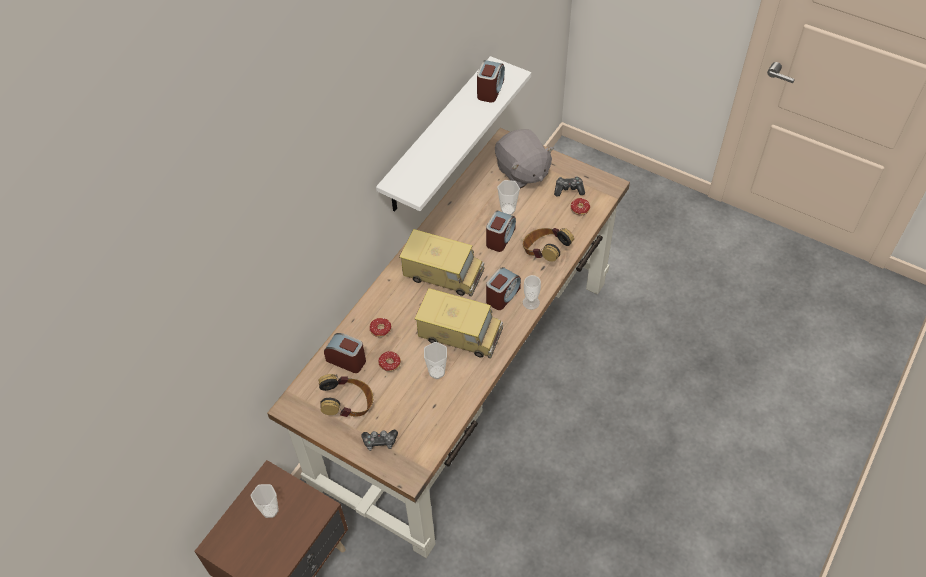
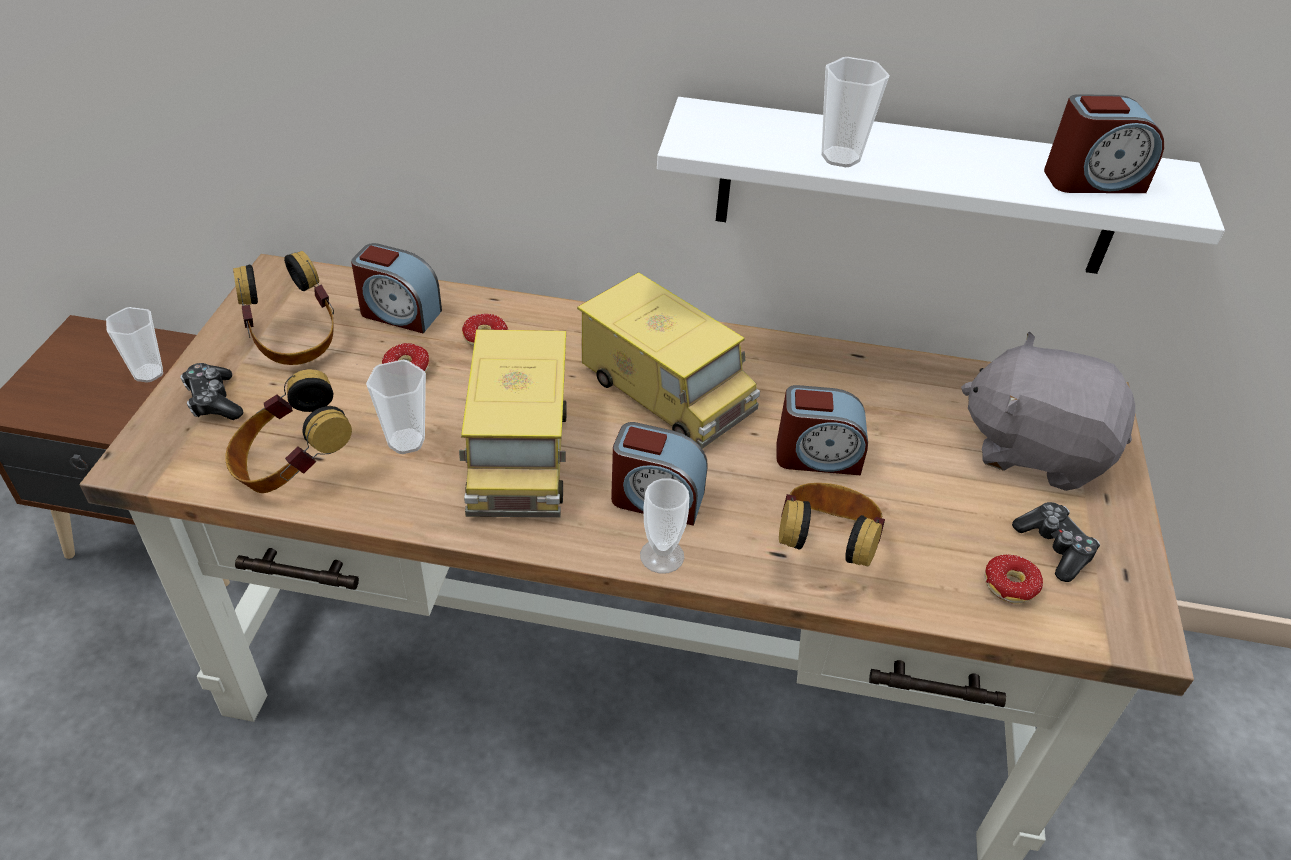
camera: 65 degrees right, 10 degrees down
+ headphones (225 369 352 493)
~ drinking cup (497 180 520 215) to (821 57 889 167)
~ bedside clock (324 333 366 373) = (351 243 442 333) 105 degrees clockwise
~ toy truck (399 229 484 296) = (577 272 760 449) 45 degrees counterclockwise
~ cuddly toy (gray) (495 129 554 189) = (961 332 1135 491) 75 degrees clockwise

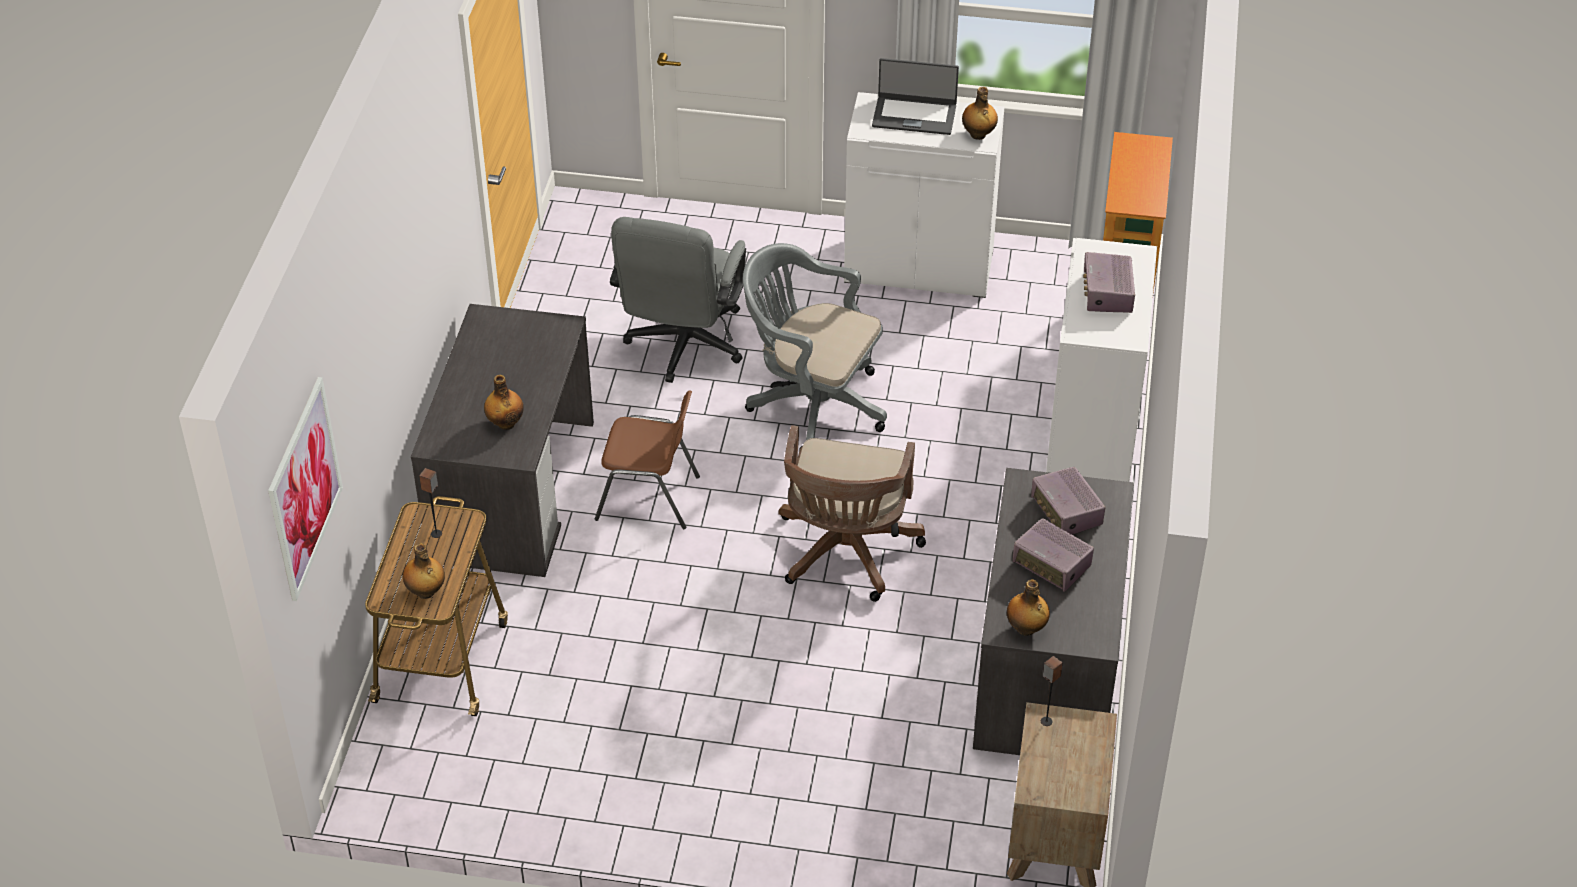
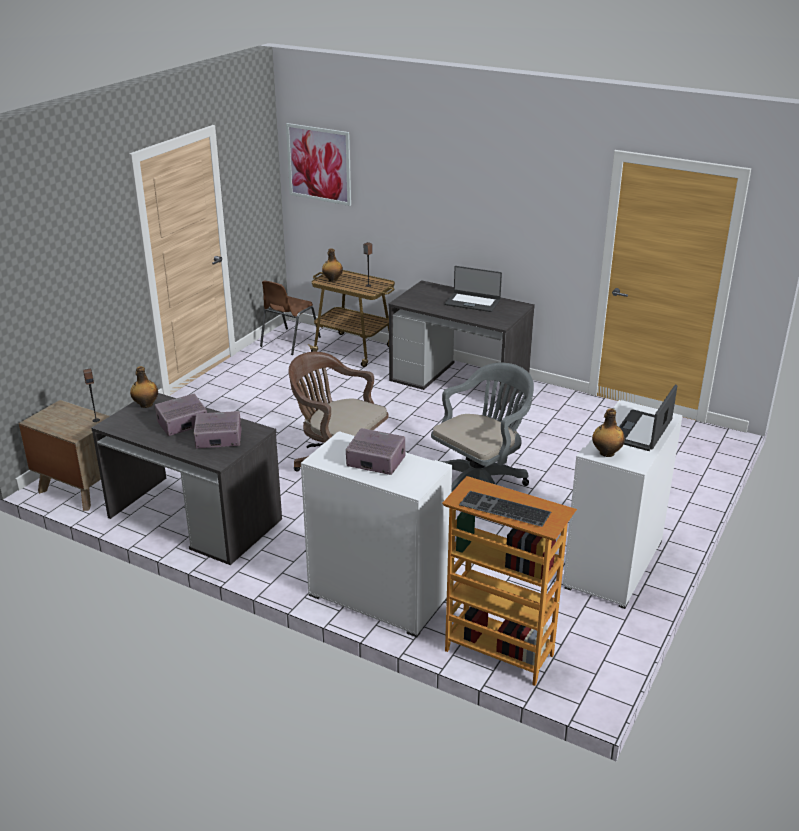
camera: 110 degrees right, 15 degrees down
- bottle (484 375 524 430)
- computer chair (gray) (610 217 746 383)
+ laptop (445 266 502 312)
+ PC keyboard (459 491 551 527)
~ upright chair (brownish) (595 390 700 529) to (260 281 321 355)

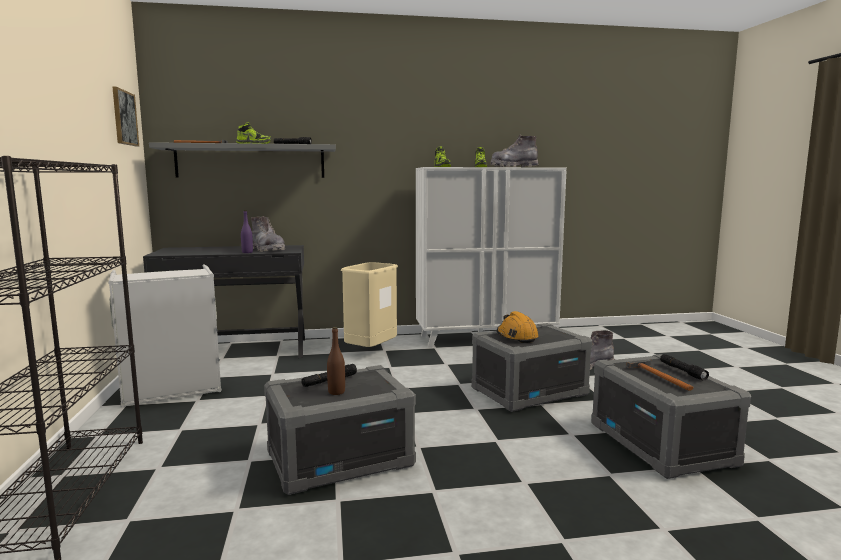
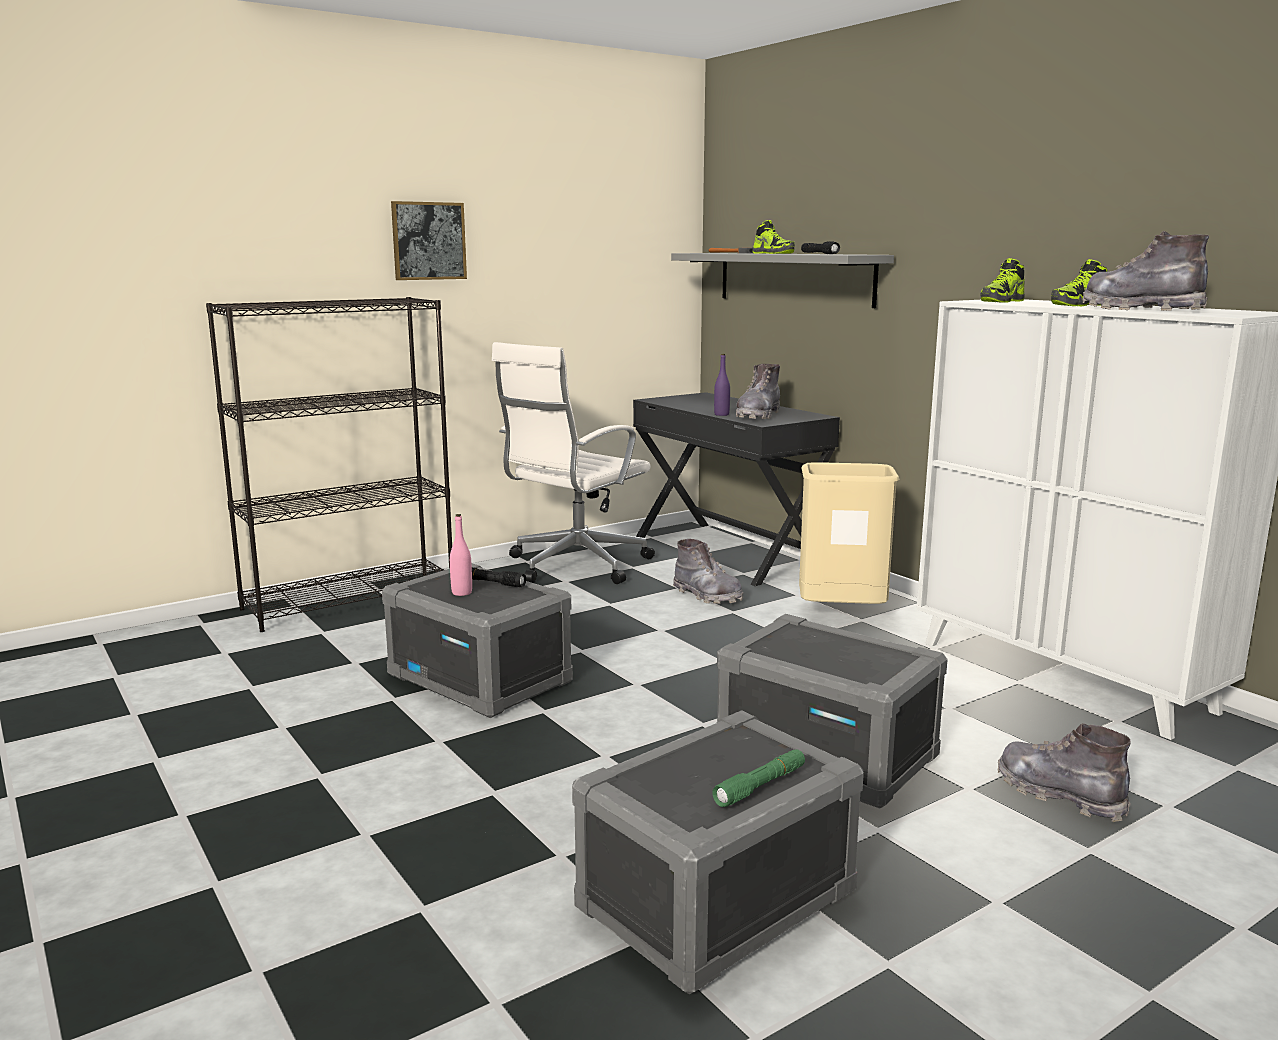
camera: 65 degrees right, 5 degrees up
- hard hat (orange-coloured) (497 311 539 343)
- tool hammer (627 360 694 391)
+ tall boot (gray) (673 539 743 604)
~ wall art (112 87 139 146) to (391 201 467 280)
~ laundry basket (gray) (108 264 222 408) to computer chair (white) (492 342 655 584)
~ bottle (brownish) (327 327 345 395) to bottle (pink) (450 514 472 596)
~ hand torch (black-coloured) (660 354 709 380) to hand torch (greenish) (712 750 805 807)

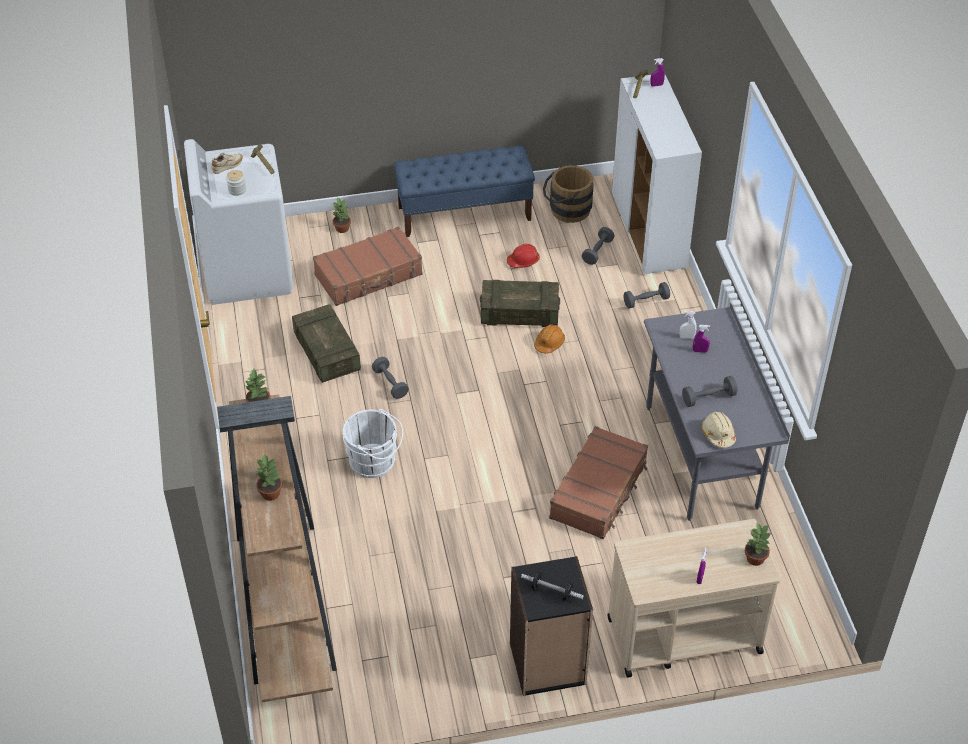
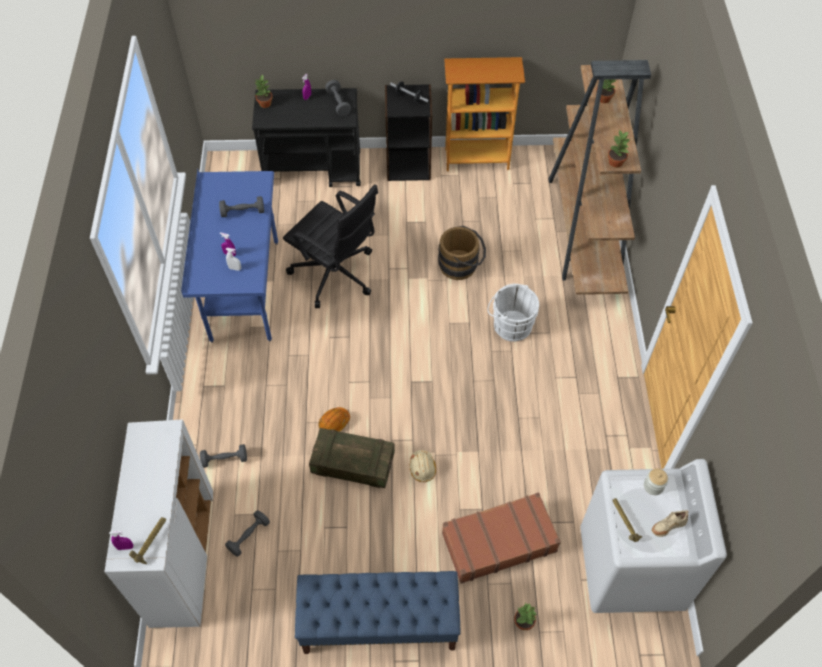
camera: 170 degrees left, 10 degrees up
- packing crate (292 304 361 383)
- hard hat (red-coloured) (507 244 540 268)
+ bookshelf (444 57 525 171)
~ free weight (gray) (372 357 409 399) to (325 80 351 116)
~ water bucket (brownish) (543 165 594 223) to (438 226 486 280)
~ hard hat (beige-coloured) (701 412 736 448) to (410 450 436 482)
~ travel case (brownish) (549 426 648 539) to computer chair (black-coloured) (283 184 378 308)
~ wheeled cart (beige-coloured) (608 519 780 678) to wheeled cart (black-coloured) (252 88 361 187)
~ desk table (gray) (644 303 790 521) to desk table (bluish) (181 169 278 343)

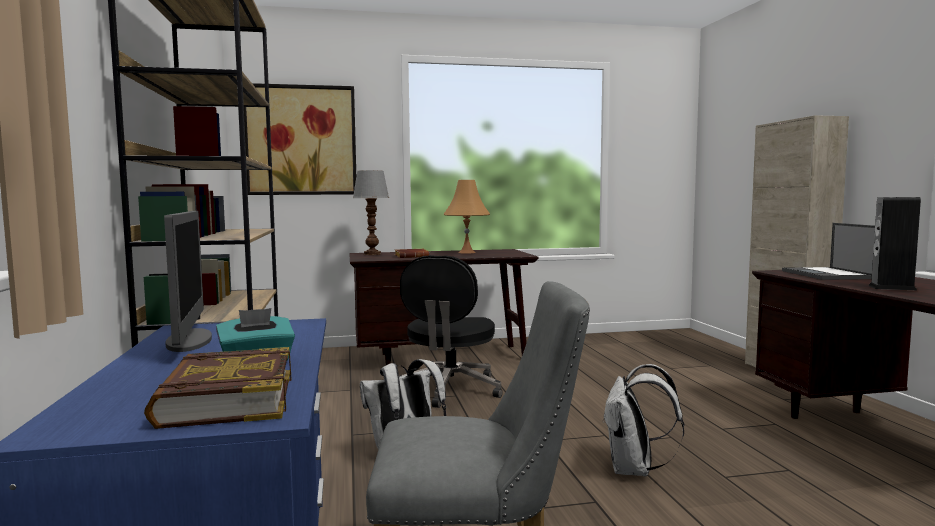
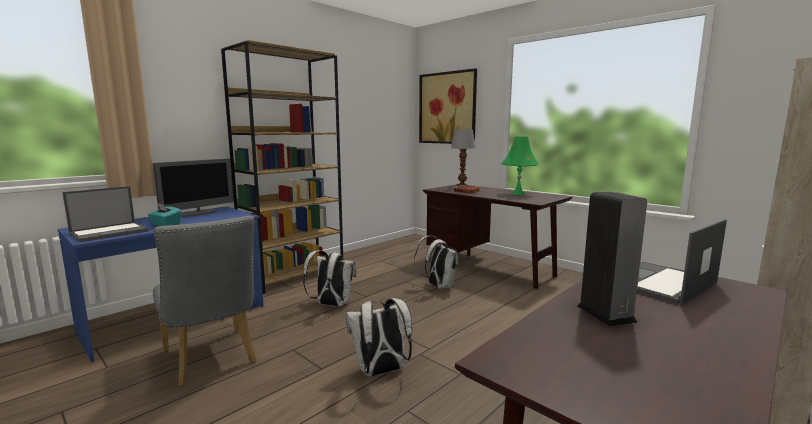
camera: 55 degrees right, 5 degrees up
~ bound book (144 347 291 429) to laptop (62 186 149 242)
~ computer chair (black-coloured) (399 255 503 408) to knapsack (white) (414 236 458 289)
~ tabletop lamp (orange-coloured) (444 180 490 253) to tabletop lamp (greenish) (501 136 539 195)

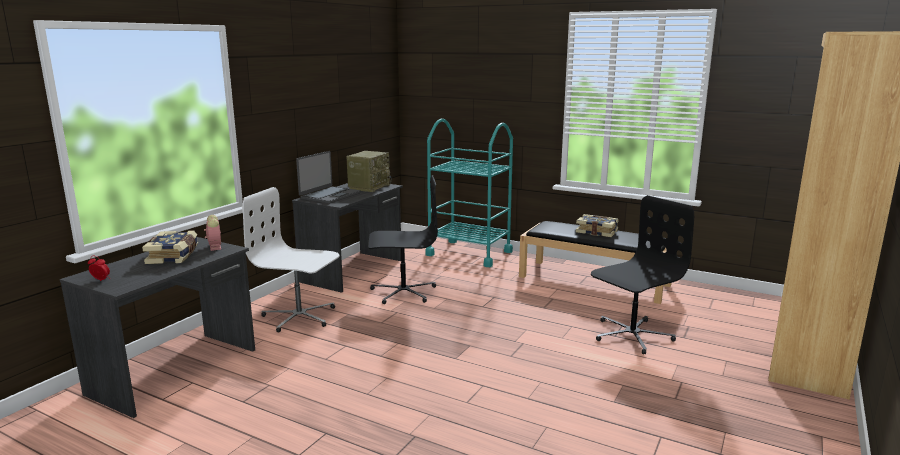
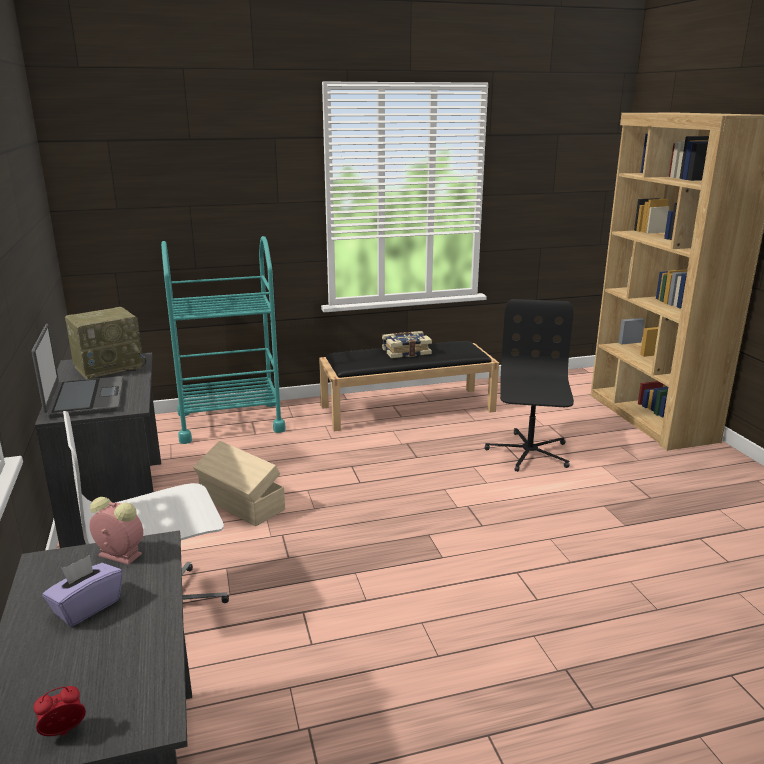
camera: 45 degrees left, 5 degrees up
~ bound book (142 230 198 264) to tissue holder (purple-coloured) (42 555 123 626)
~ computer chair (black-coloured) (369 175 438 304) to storage bin (beige-coloured) (193 441 285 526)
~ radio (346 151 392 192) = (65 307 147 379) 75 degrees clockwise

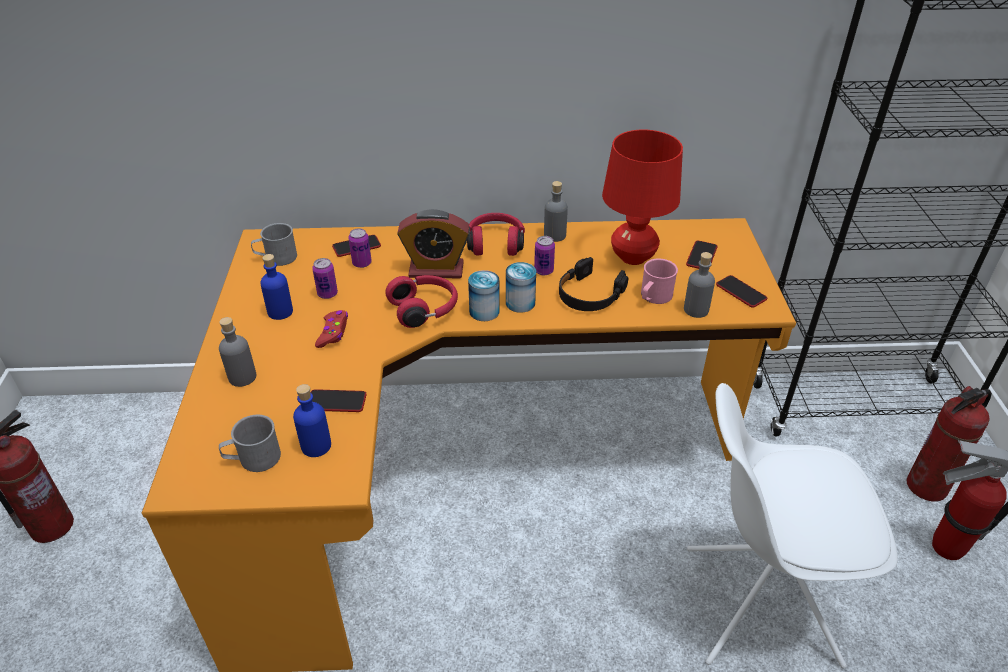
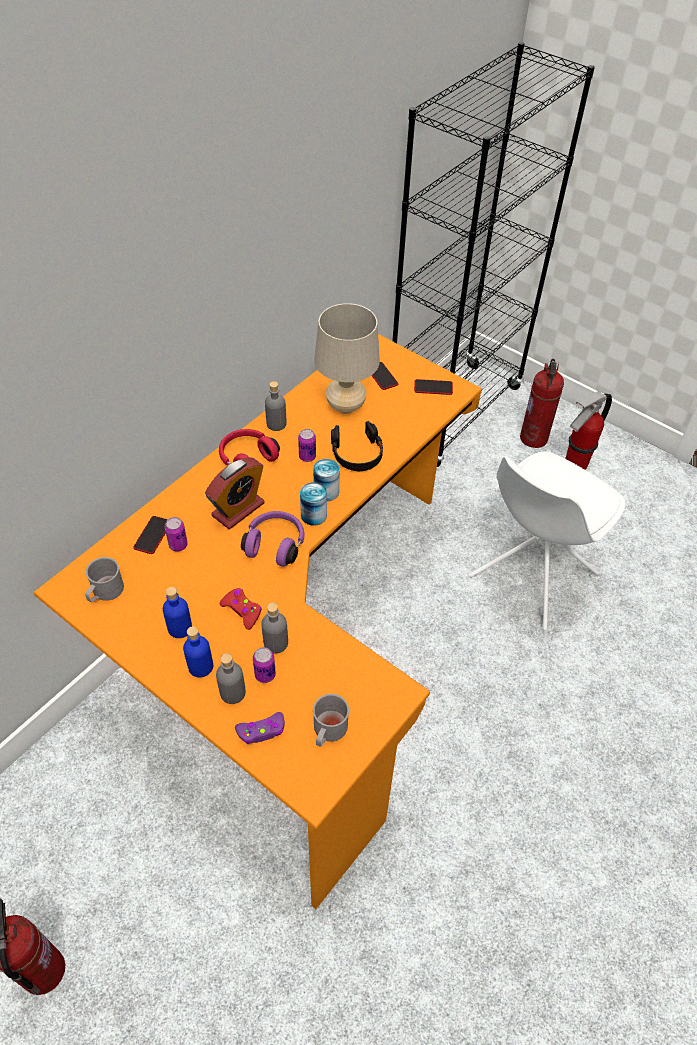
camera: 50 degrees left, 10 degrees up
- phone (310 389 367 412)
- coffee mug (pink) (641 259 678 304)
+ joypad (purple-coloured) (235 712 285 744)
~ bottle (bluish) (293 384 331 457) to (183 626 213 678)
~ can (312 258 338 299) to (253 647 276 683)
~ bottle (gray) (684 252 715 318) to (261 603 288 654)
~ headphones (red-coloured) (385 275 458 328) to headphones (purple-coloured) (241 511 305 567)
~ tabletop lamp (red-coloured) (602 130 683 265) to tabletop lamp (beige-coloured) (314 303 380 414)

